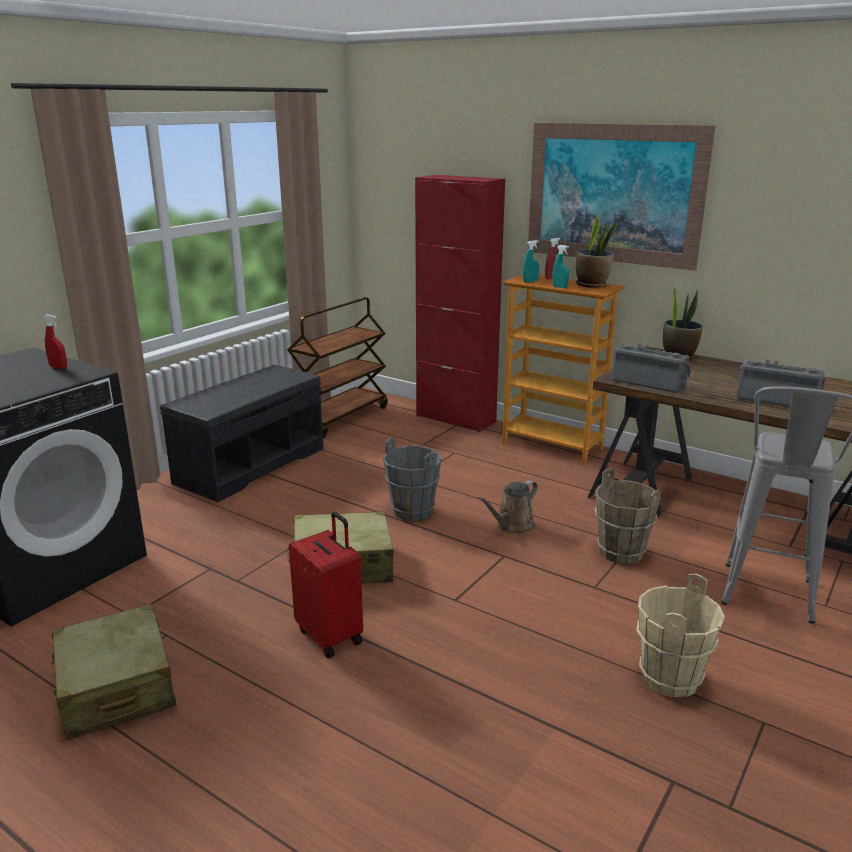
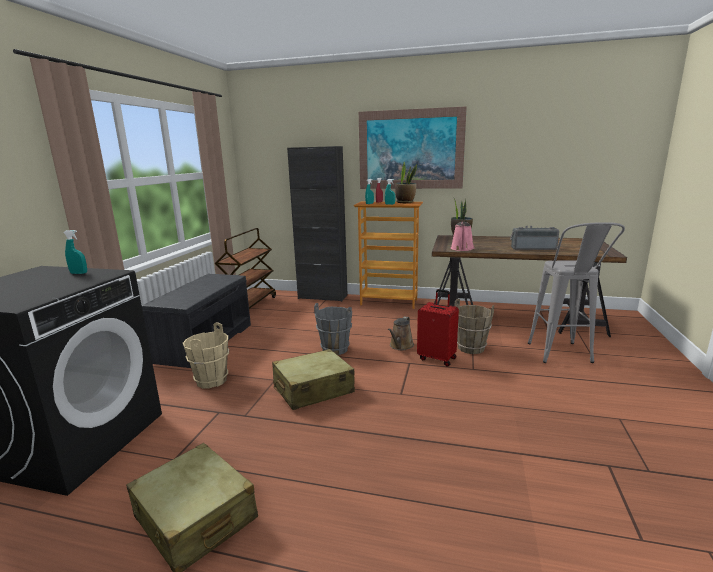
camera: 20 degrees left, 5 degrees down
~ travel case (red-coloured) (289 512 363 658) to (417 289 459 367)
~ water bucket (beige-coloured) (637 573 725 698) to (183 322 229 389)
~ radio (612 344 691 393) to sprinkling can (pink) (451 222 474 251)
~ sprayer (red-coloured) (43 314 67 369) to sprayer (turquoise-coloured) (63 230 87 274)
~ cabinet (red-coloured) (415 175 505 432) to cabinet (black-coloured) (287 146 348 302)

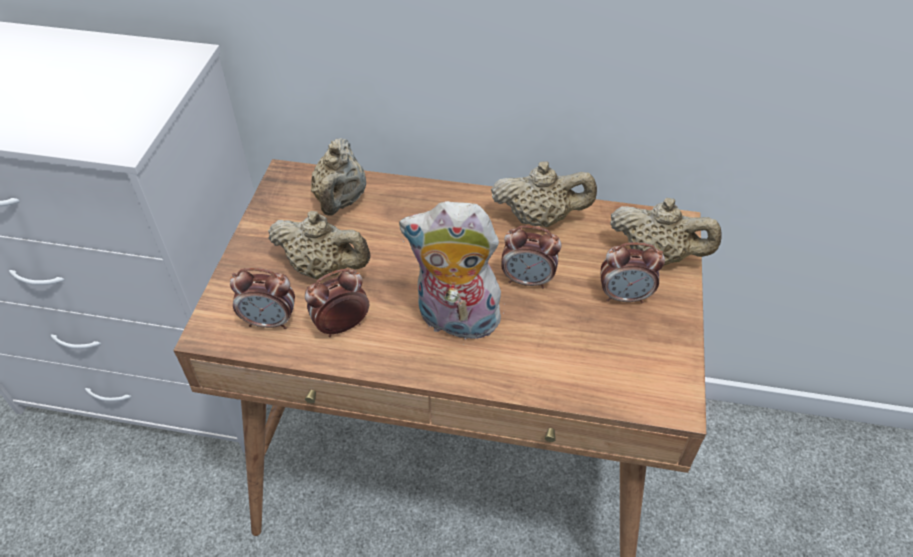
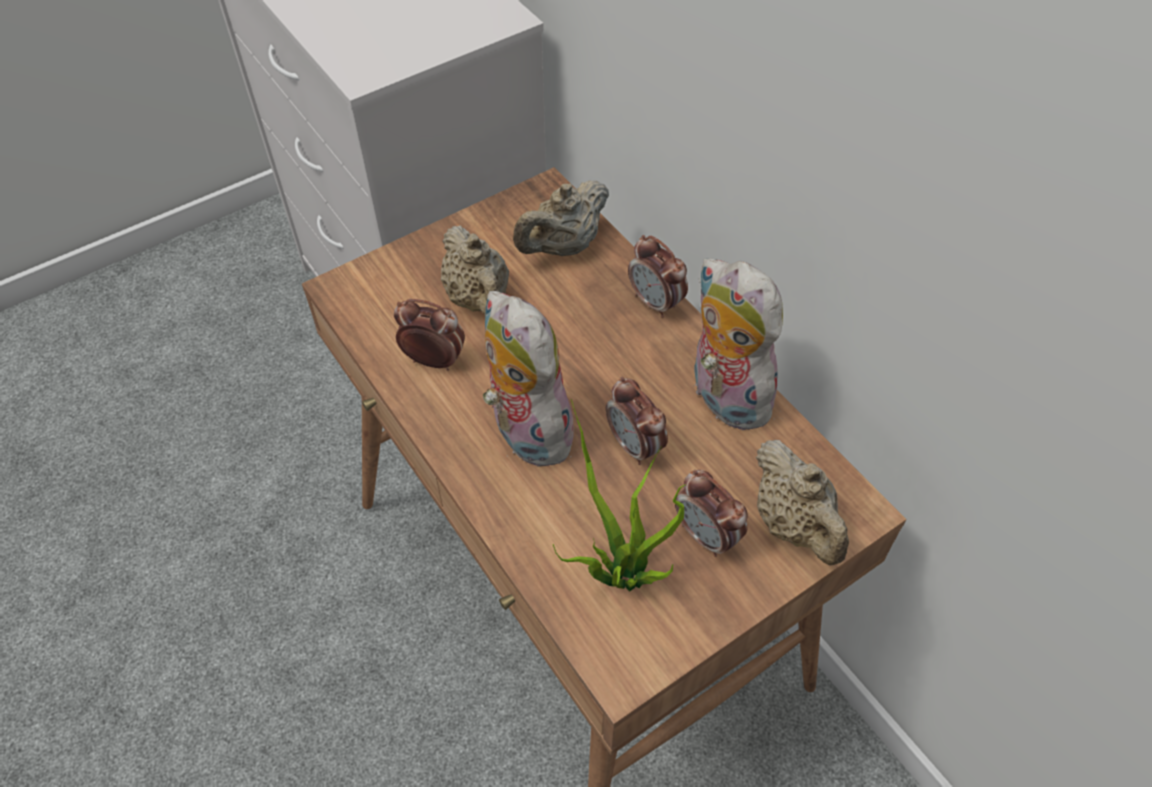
camera: 45 degrees right, 5 degrees up
+ plant in a pot (553 399 686 592)
~ bedside clock (230 268 295 329) to (628 235 688 318)
~ tea pot (beige-coloured) (491 161 597 227) to cuddly toy (694 258 783 430)

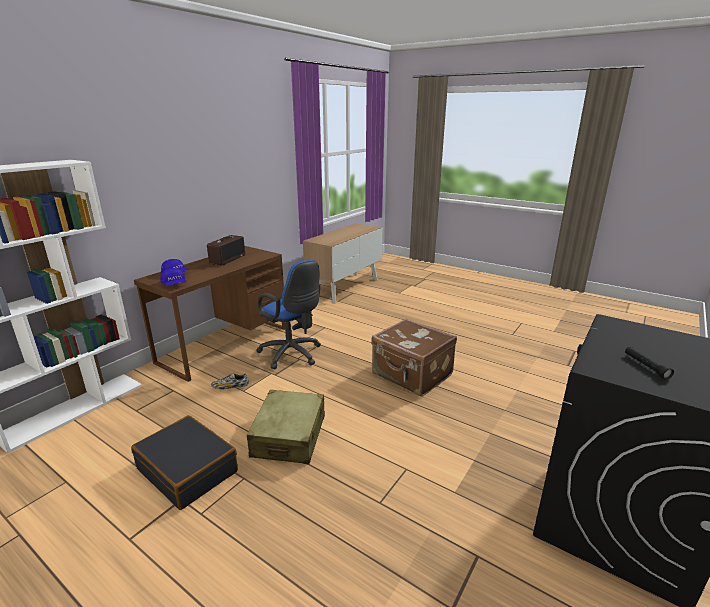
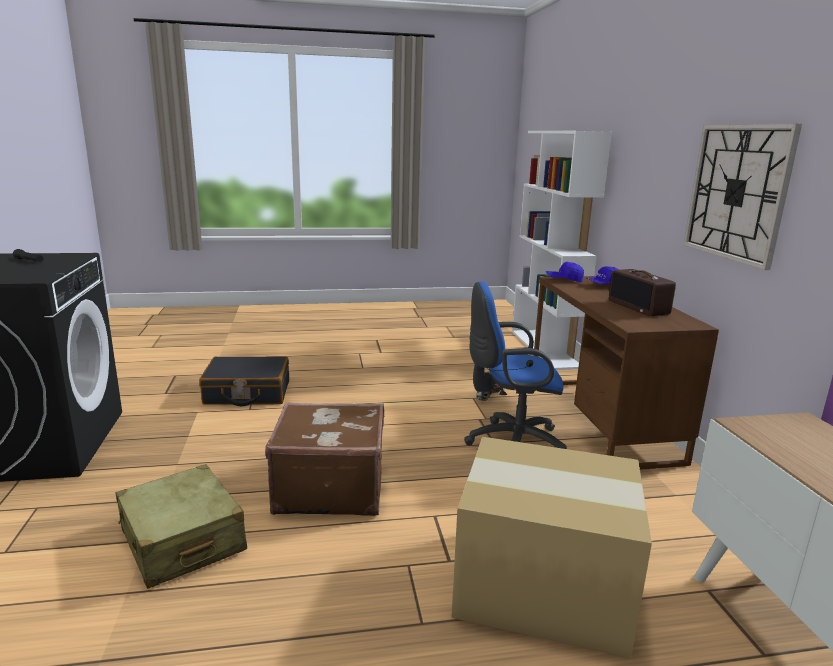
camera: 135 degrees right, 5 degrees down
+ packing box (451 437 652 658)
+ hanging clock (683 124 802 270)
~ travel case (black-coloured) (131 415 238 510) to (199 356 289 406)
~ travel case (beige-coloured) (247 390 325 464) to (115 464 247 589)

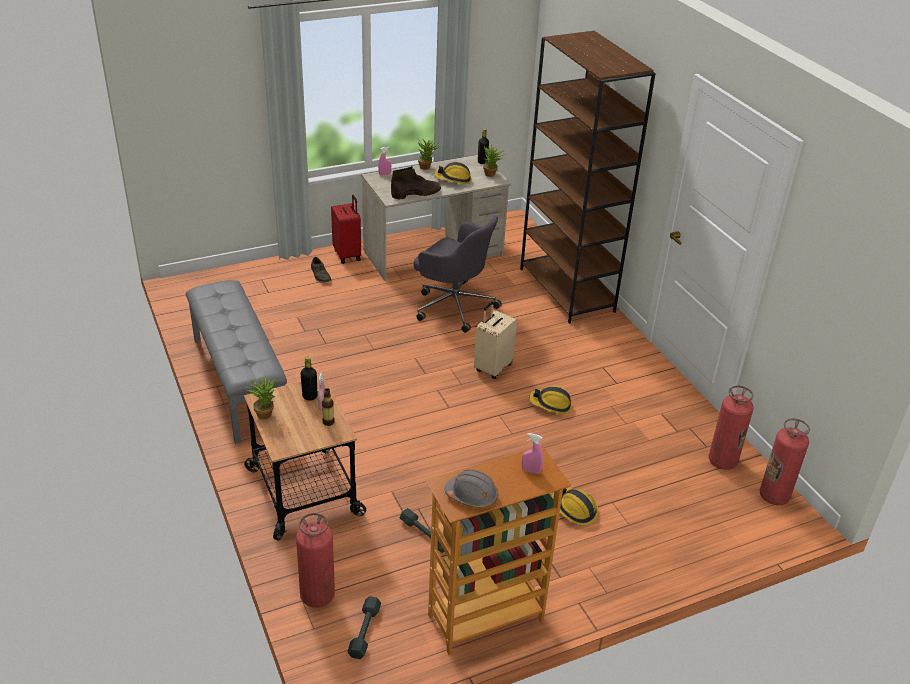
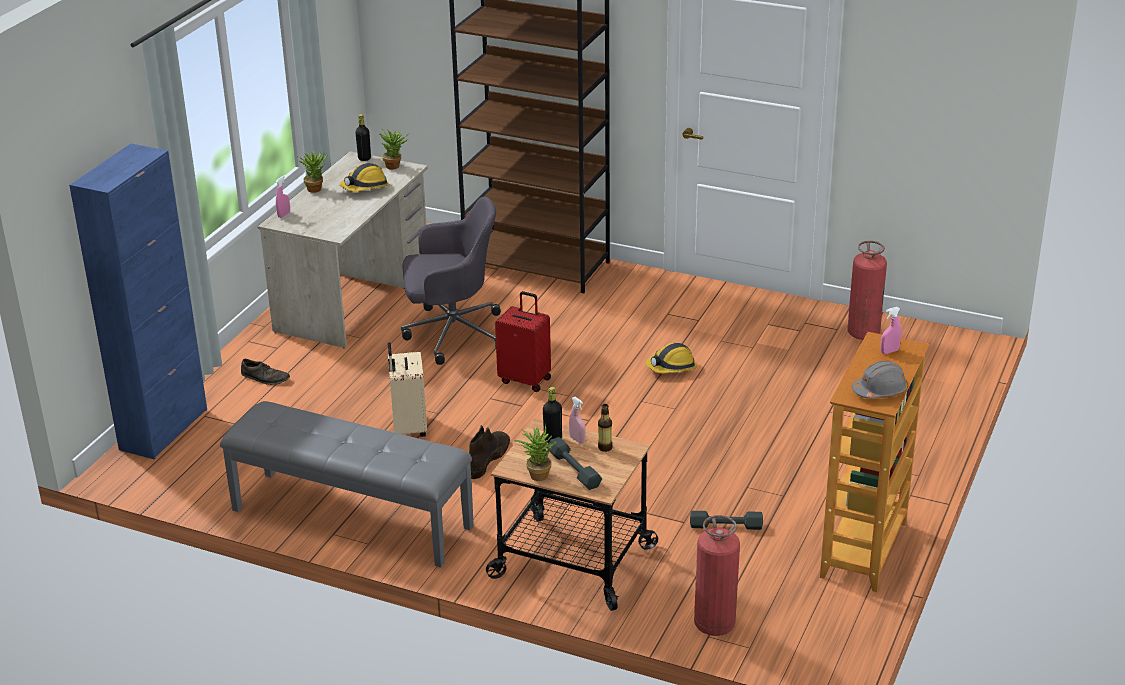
camera: 40 degrees left, 5 degrees down
- hard hat (552 487 599 526)
- fire extinguisher (760 418 810 505)
+ cabinet (bluish) (69 144 207 459)
~ travel case (red-coloured) (331 195 361 264) to (495 291 551 392)
~ free weight (gray) (348 596 381 659) to (547 437 602 490)
~ tall boot (brownish) (391 166 441 199) to (469 425 510 479)
~ travel case (beige-coloured) (474 301 517 379) to (388 342 427 437)

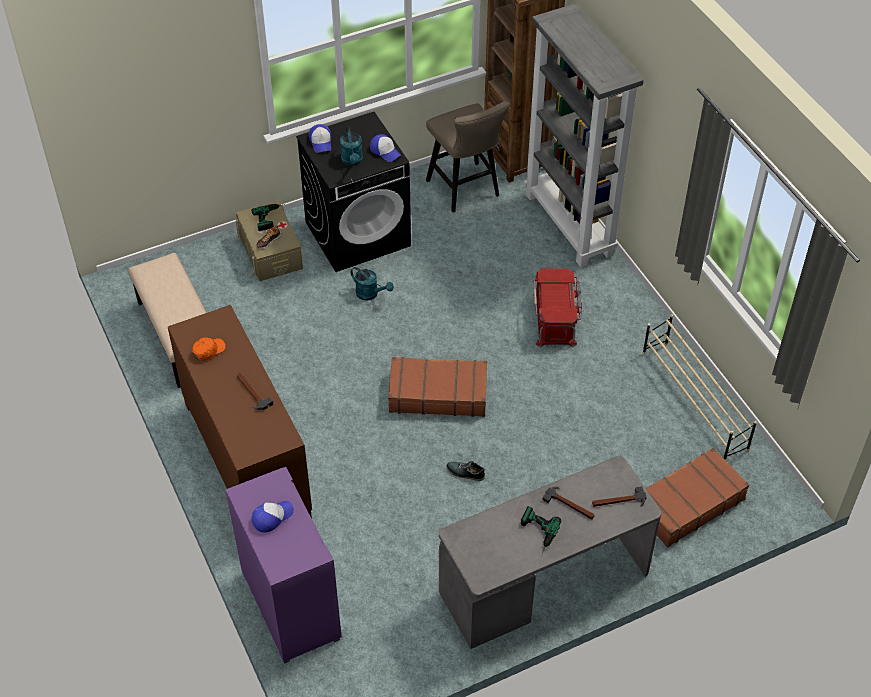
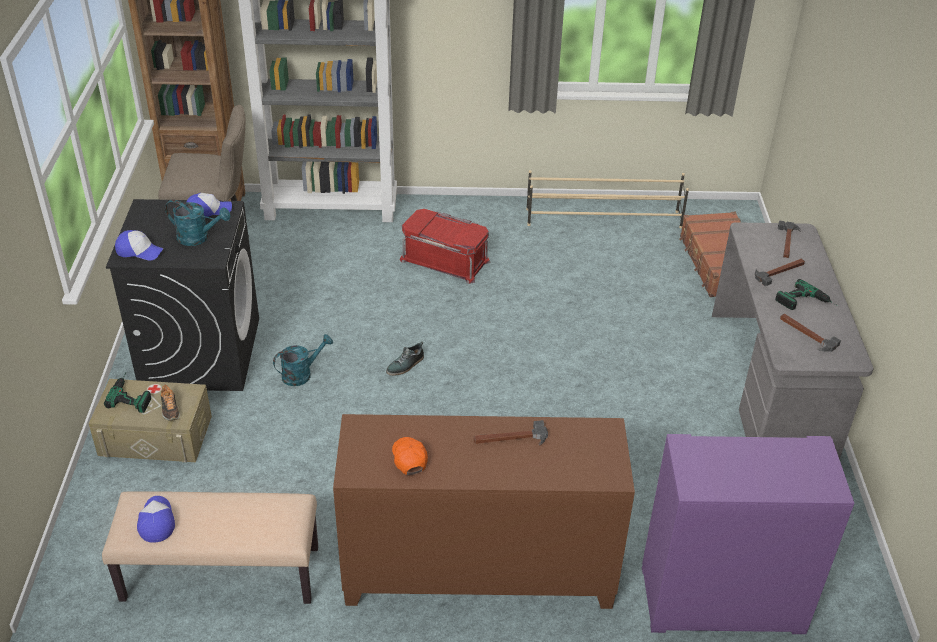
camera: 65 degrees left, 10 degrees down
- travel case (brownish) (388 357 487 417)
+ tool hammer (780 314 841 352)
~ cap (252 501 294 533) to (137 496 175 543)
~ shoe (447 461 485 481) to (386 341 424 376)

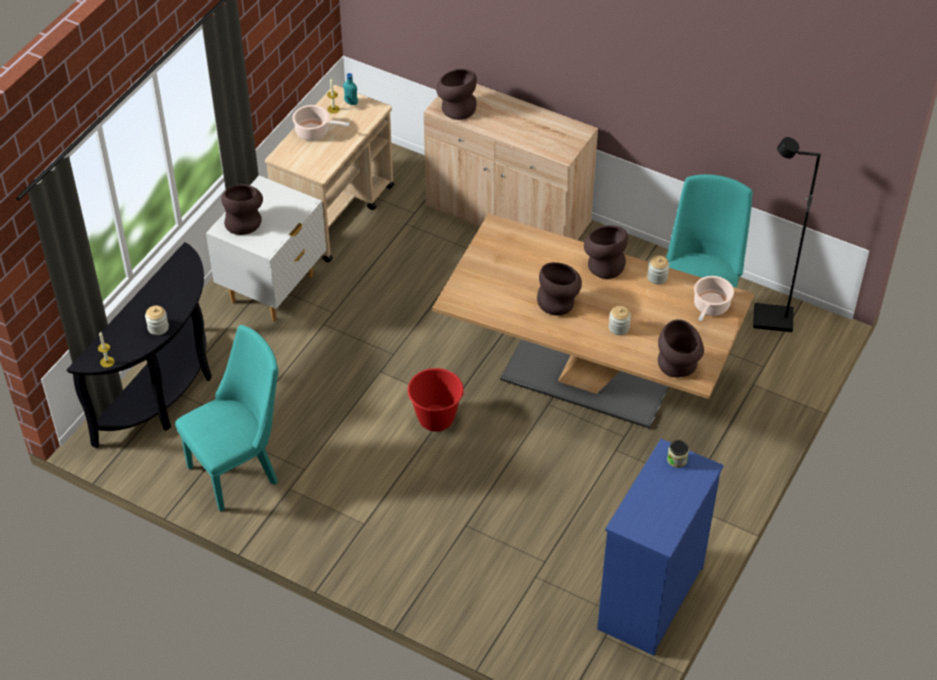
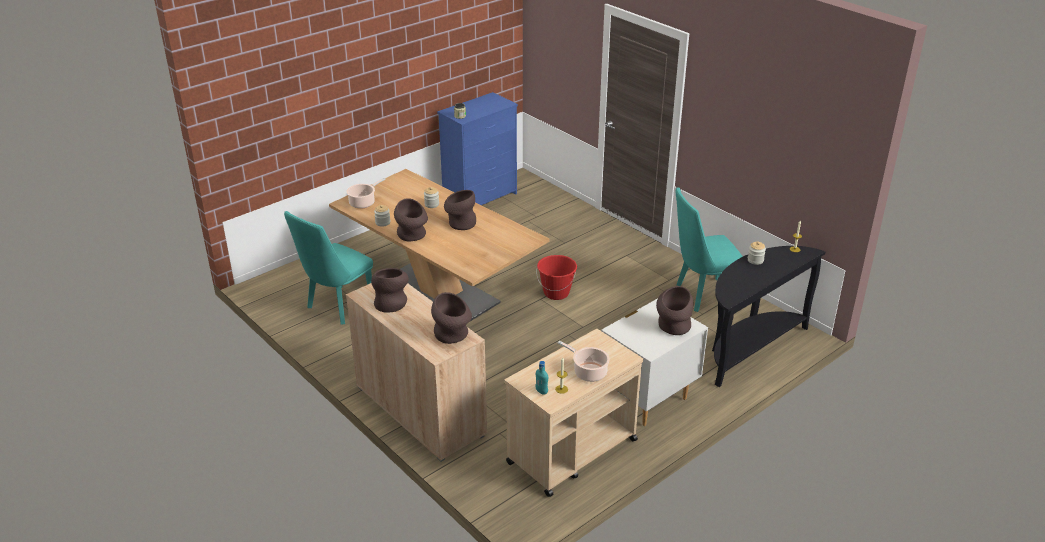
camera: 160 degrees left, 15 degrees down
- standing lamp (black-coloured) (753 137 821 332)
~ flower vase (brownish) (658 319 704 378) to (371 268 409 313)

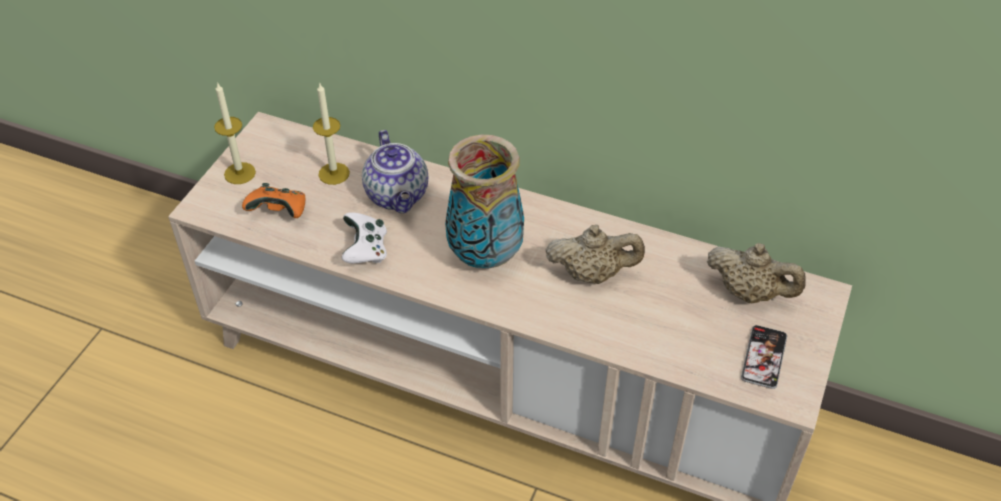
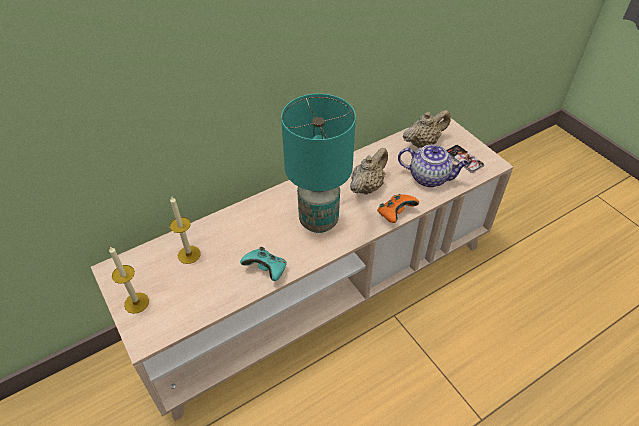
camera: 55 degrees left, 0 degrees up
~ joypad (orange-coloured) (242 183 305 218) to (377 194 419 223)
~ tea pot (362 130 428 213) to (398 145 469 187)
~ flower vase (445 135 524 269) to tabletop lamp (turquoise-coloured) (281 94 356 233)
~ joypad (white) (342 213 387 263) to joypad (turquoise-coloured) (240 247 287 281)

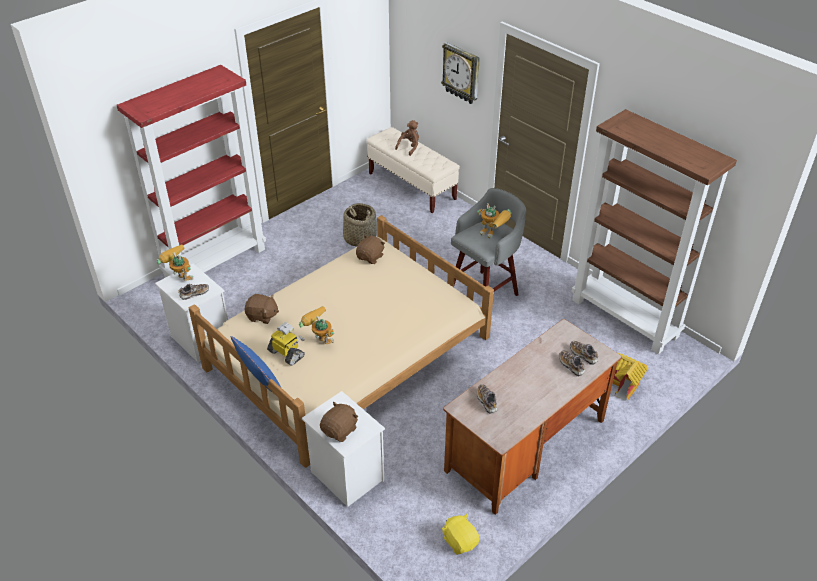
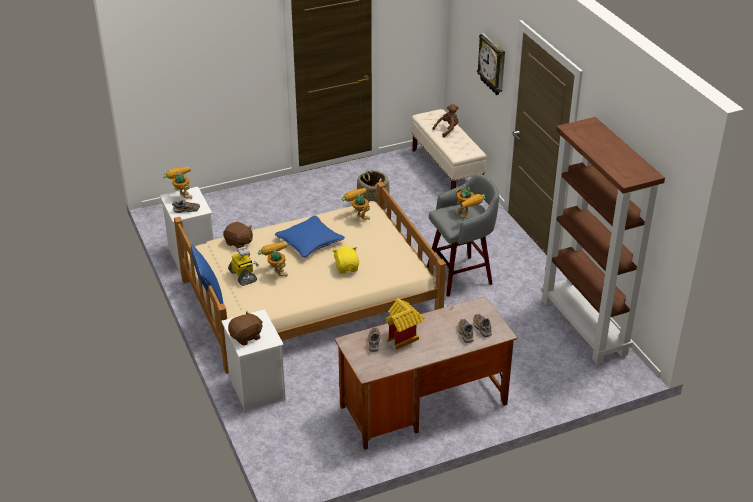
camera: 20 degrees right, 5 degrees down
- bookshelf (red-coloured) (117 65 266 278)
+ pillow (bluish) (275 216 345 258)
~ cuddly toy (yellowish) (442 514 480 555) to (333 246 359 274)
~ model house (613 353 648 401) to (386 298 425 350)
~ cuddly toy (brownish) (356 235 385 264) to toy robot (342 188 370 220)

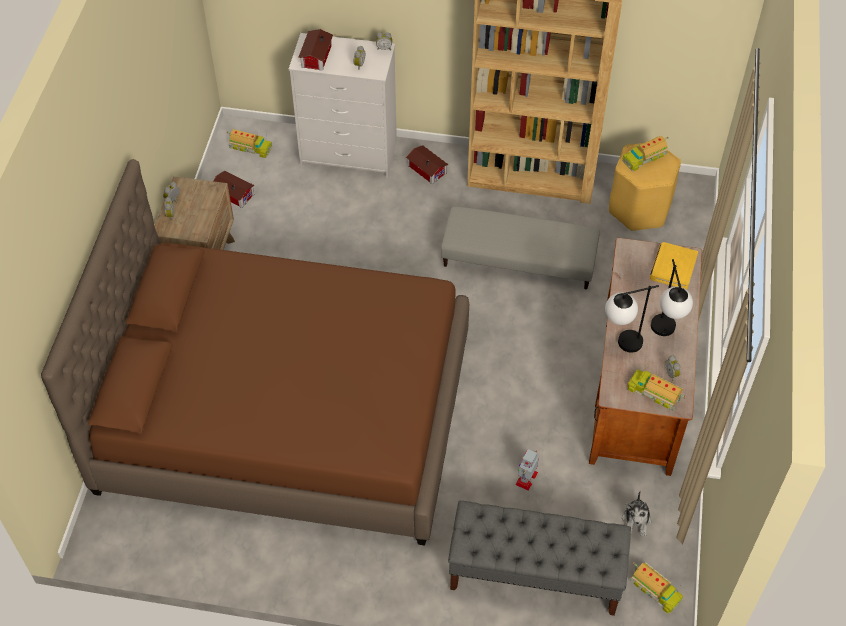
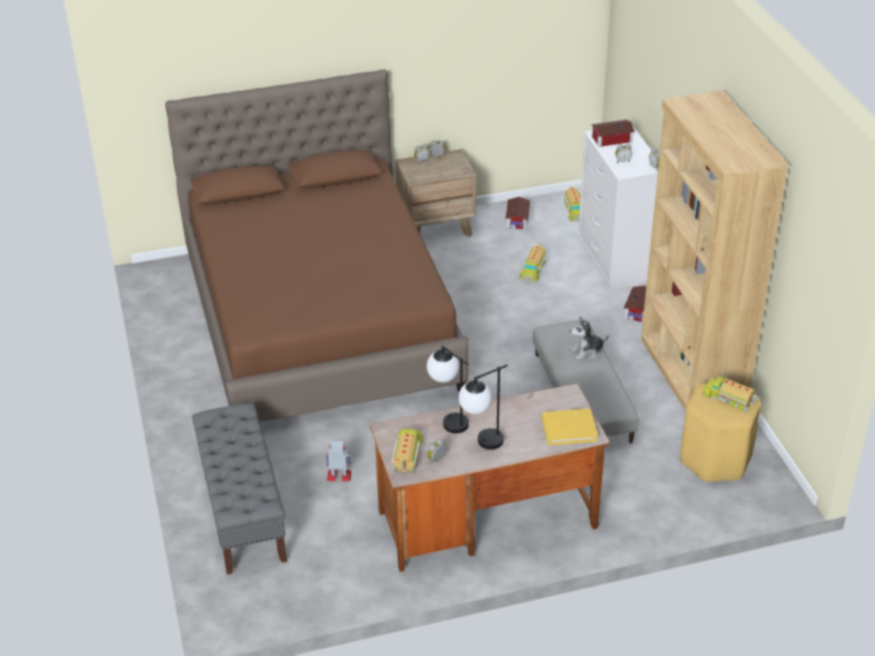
camera: 65 degrees right, 15 degrees down
~ cuddly toy (622 491 651 536) to (570 316 609 360)
~ toy truck (630 562 683 614) to (520 244 547 283)

